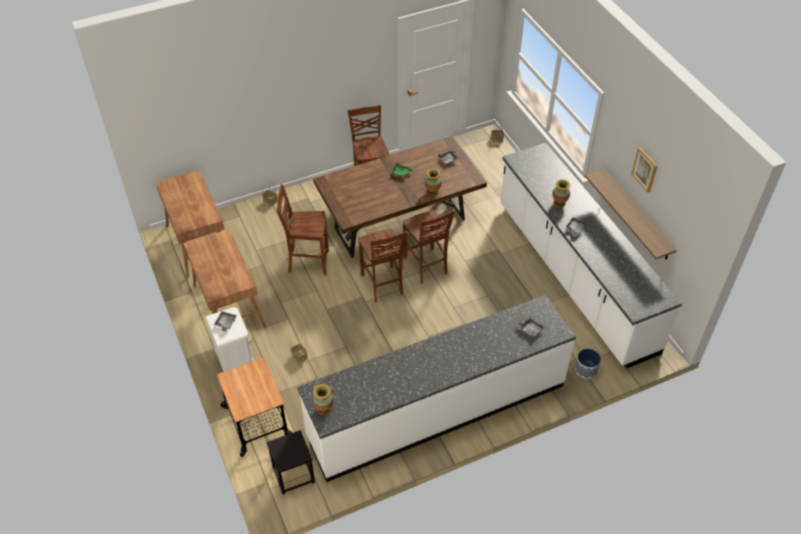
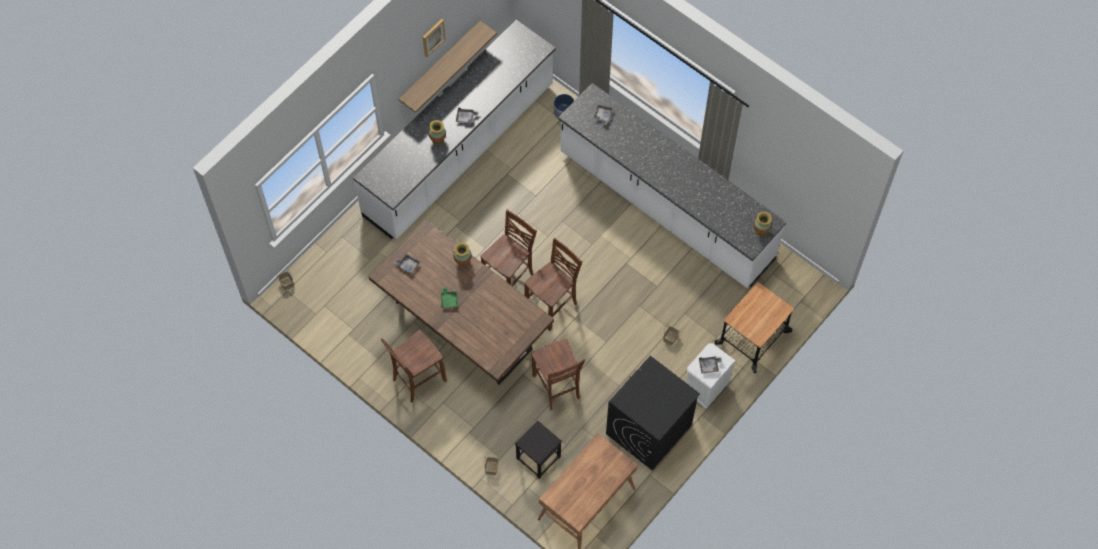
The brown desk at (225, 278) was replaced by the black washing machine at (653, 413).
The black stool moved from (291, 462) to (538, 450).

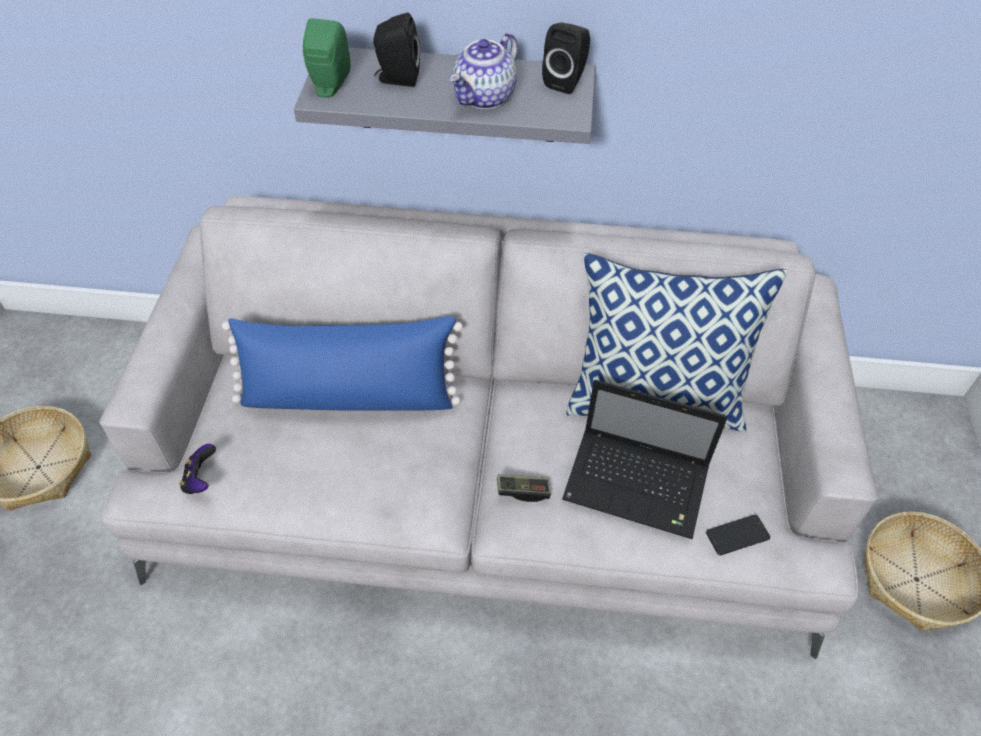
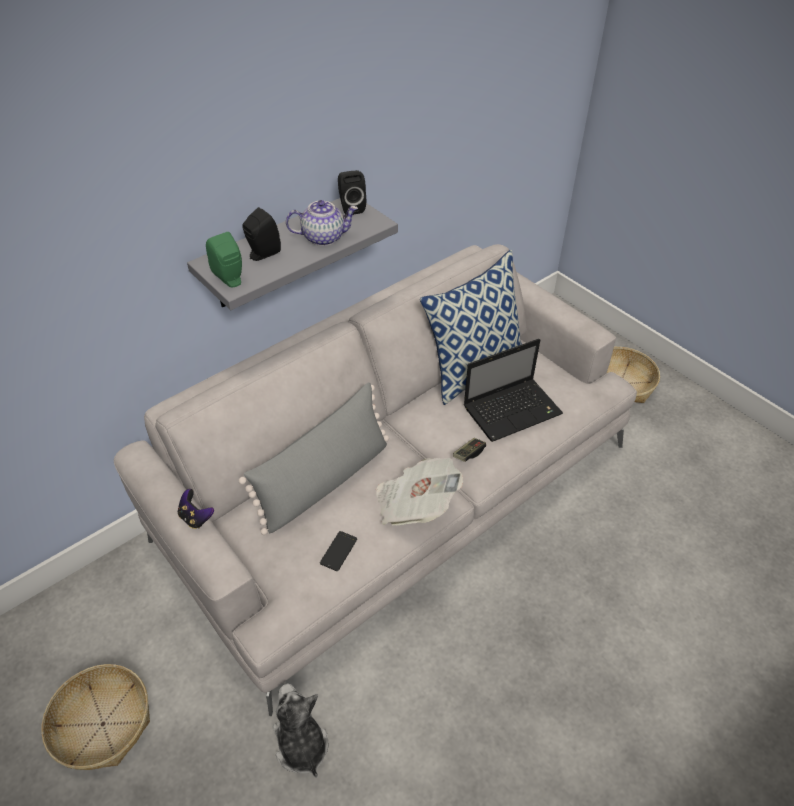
The game controller moved from (197, 469) to (196, 509).
The blue pillow at (342, 363) became the grey pillow at (314, 459).
The teapot at (483, 71) turned 90 degrees counterclockwise.
The phone moved from (738, 535) to (338, 551).
The plush toy at (301, 731) appeared.
The newspaper at (419, 491) appeared.

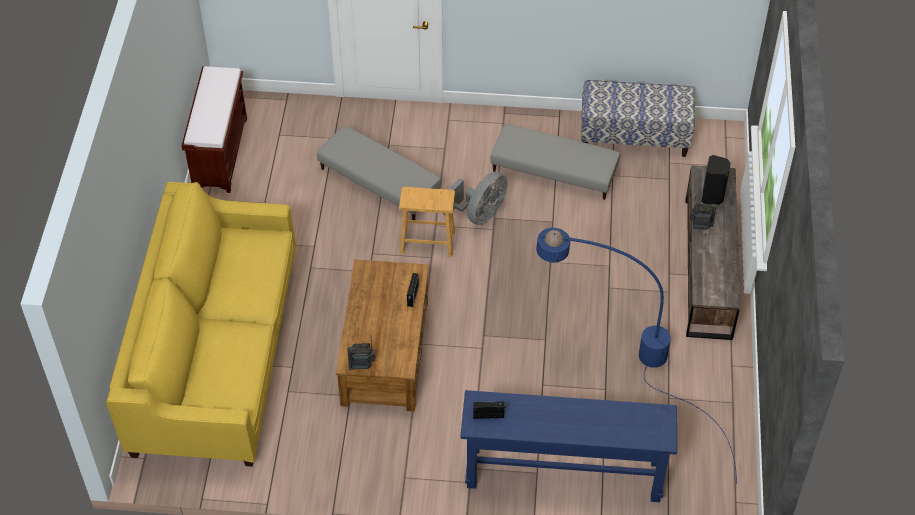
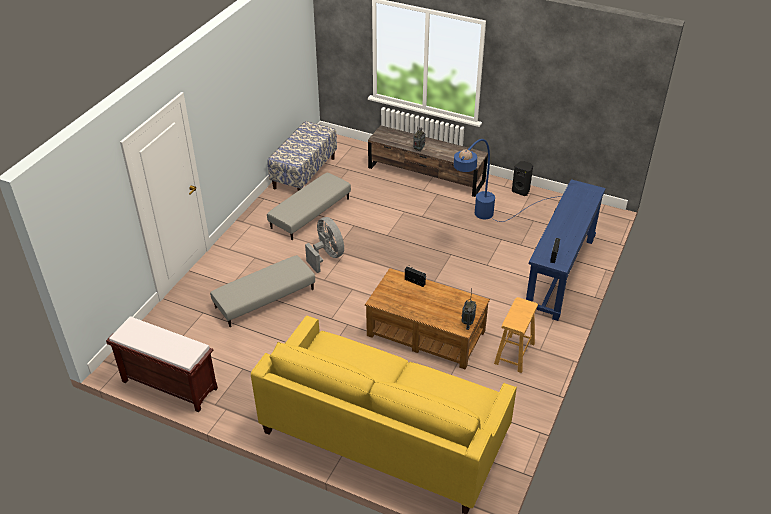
The brown stool moved from (427, 222) to (516, 335).
The black speaker moved from (716, 180) to (522, 178).

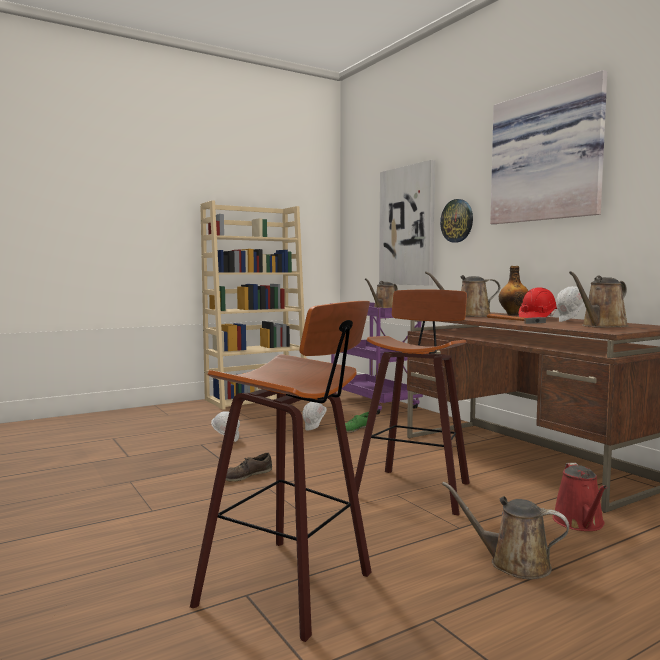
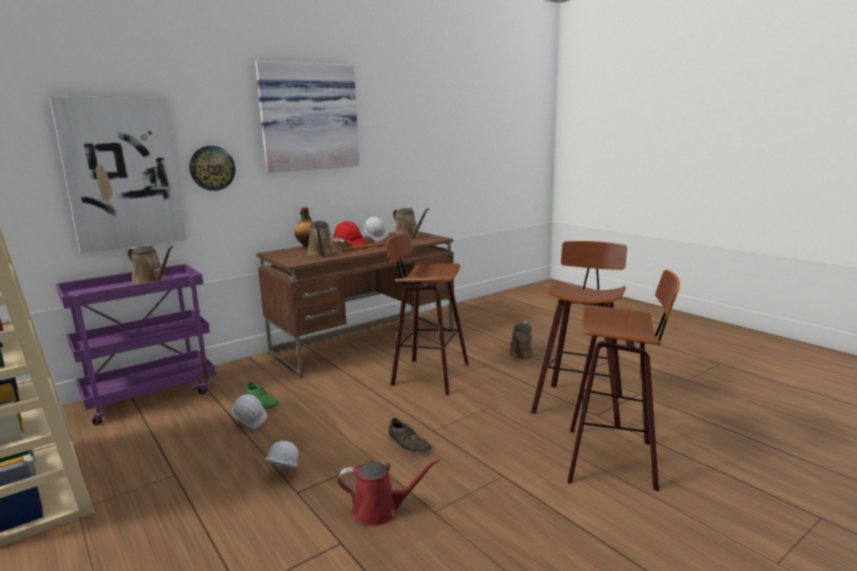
The red watering can moved from (580, 497) to (388, 493).
The stool at (624, 380) appeared.

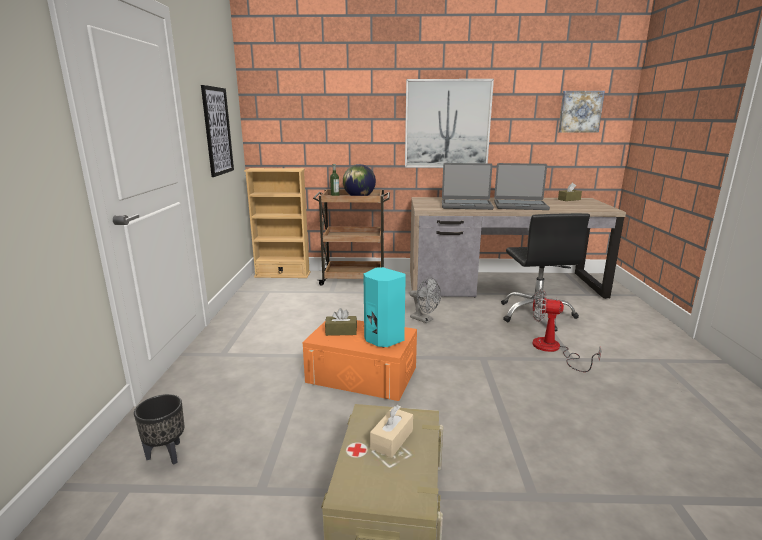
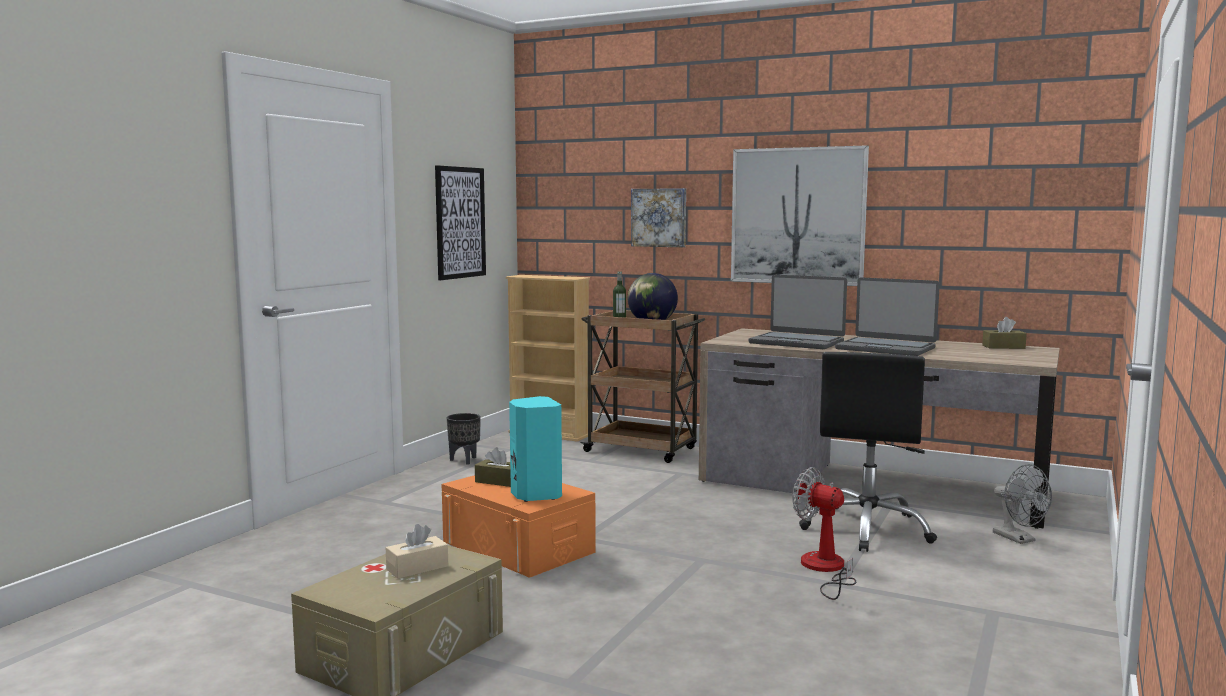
The black planter moved from (159, 429) to (464, 439).
The grey fan moved from (425, 300) to (1022, 504).
The picture moved from (581, 112) to (658, 217).

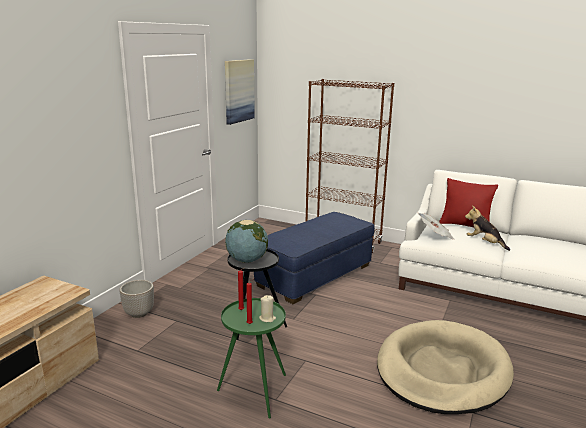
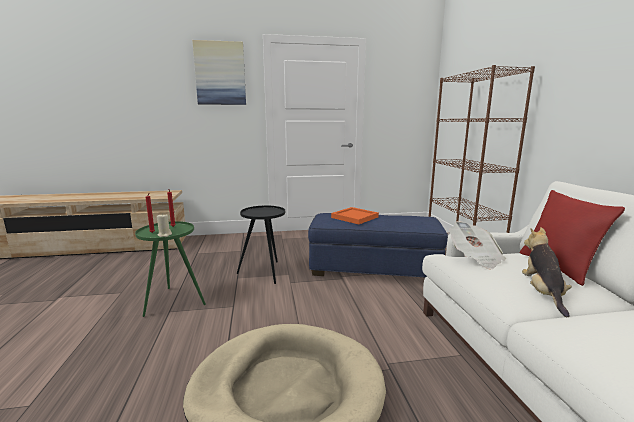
The planter at (136, 299) disappeared.
The picture moved from (240, 92) to (219, 72).
The globe at (246, 241) disappeared.
The orange tray at (355, 215) appeared.

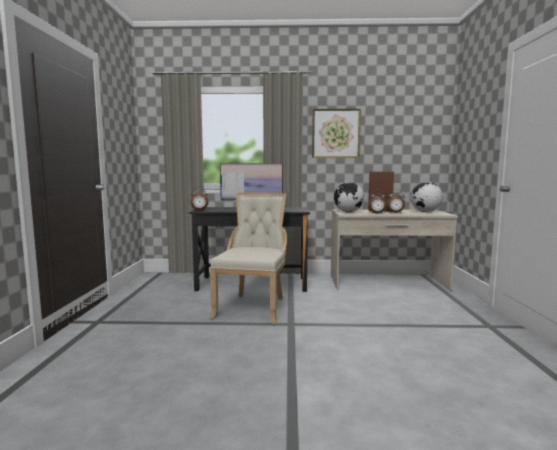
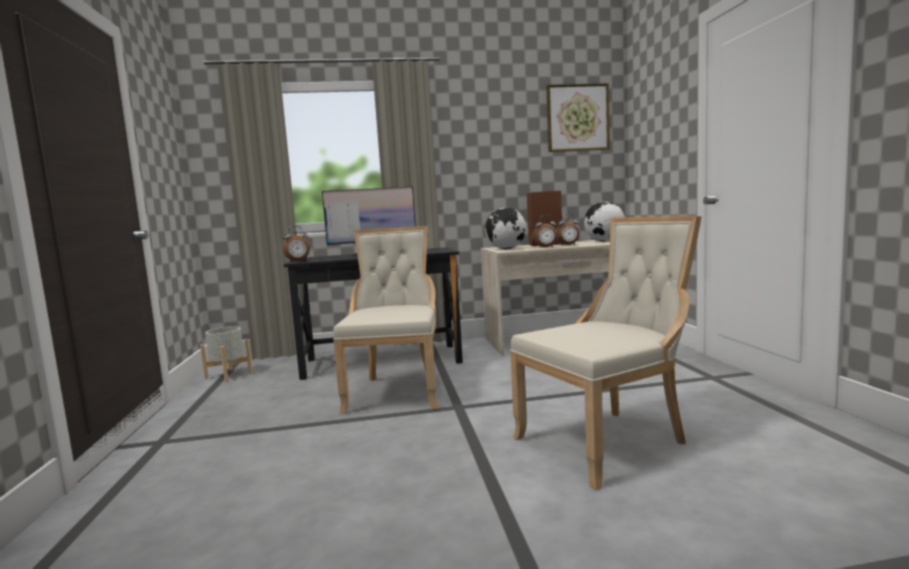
The picture moved from (336, 133) to (578, 117).
The grey planter at (226, 354) appeared.
The beige chair at (605, 353) appeared.

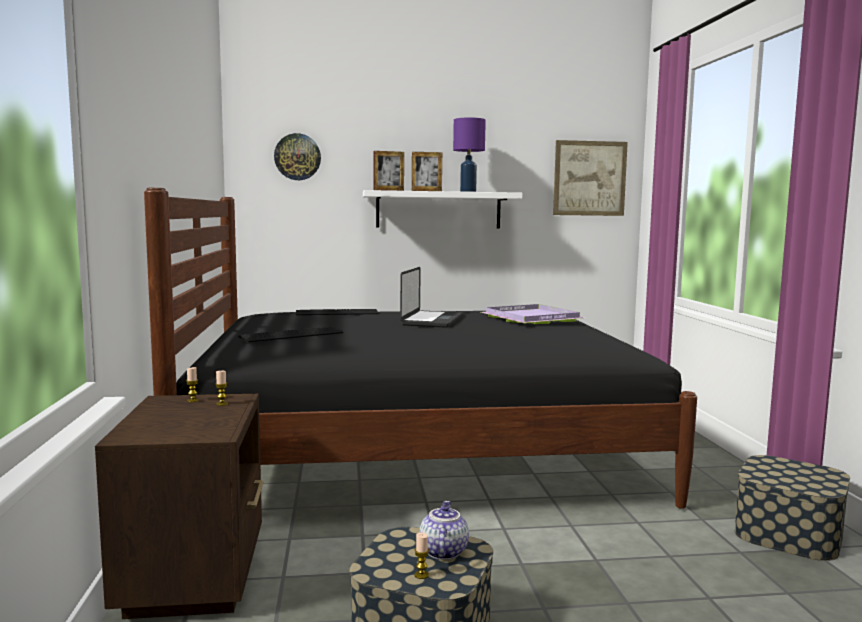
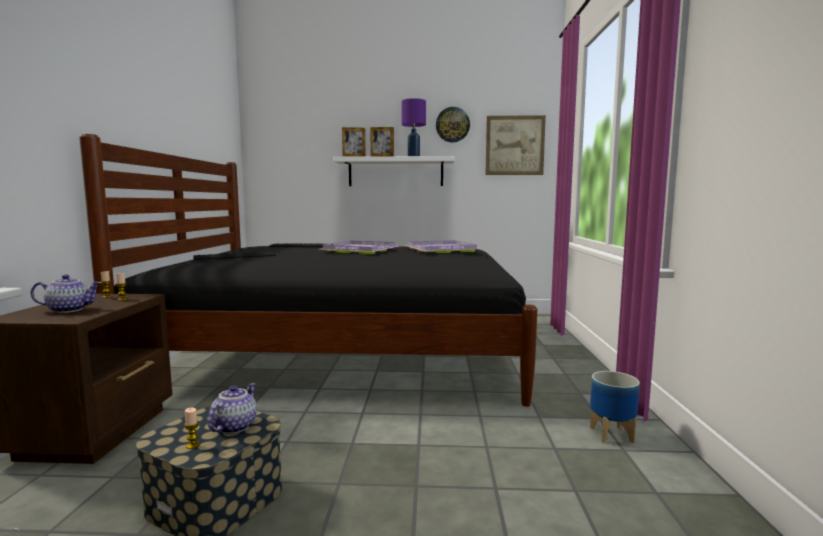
The wall clock moved from (297, 156) to (453, 124).
The laptop at (431, 297) was replaced by the purple tray at (360, 247).
The storage box at (792, 508) was replaced by the planter at (615, 407).
The teapot at (66, 293) appeared.

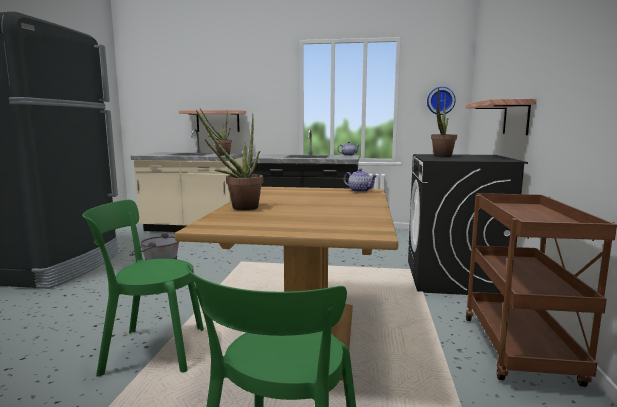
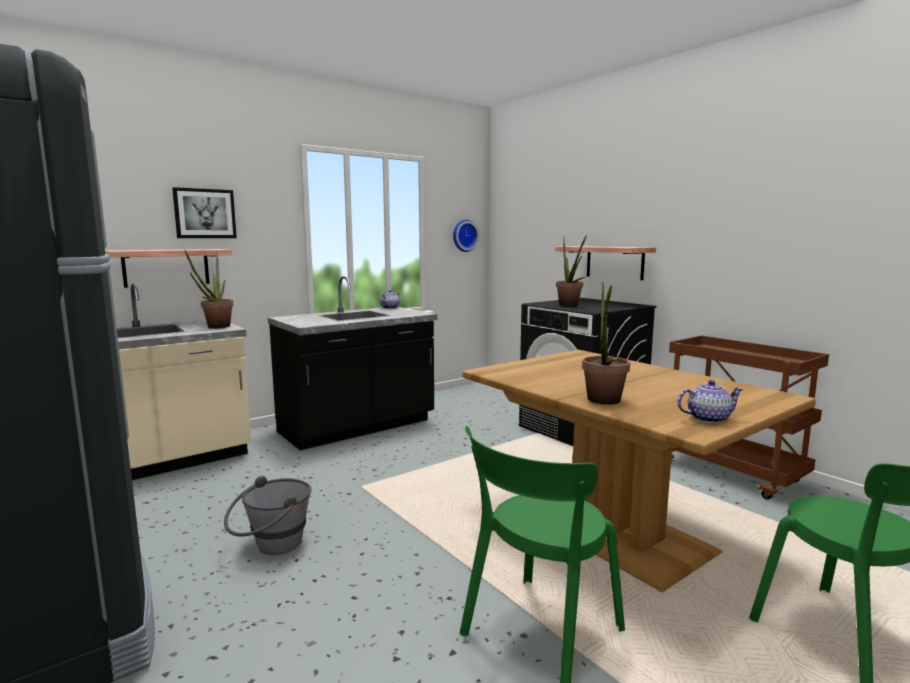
The teapot moved from (361, 180) to (710, 401).
The picture at (204, 212) appeared.

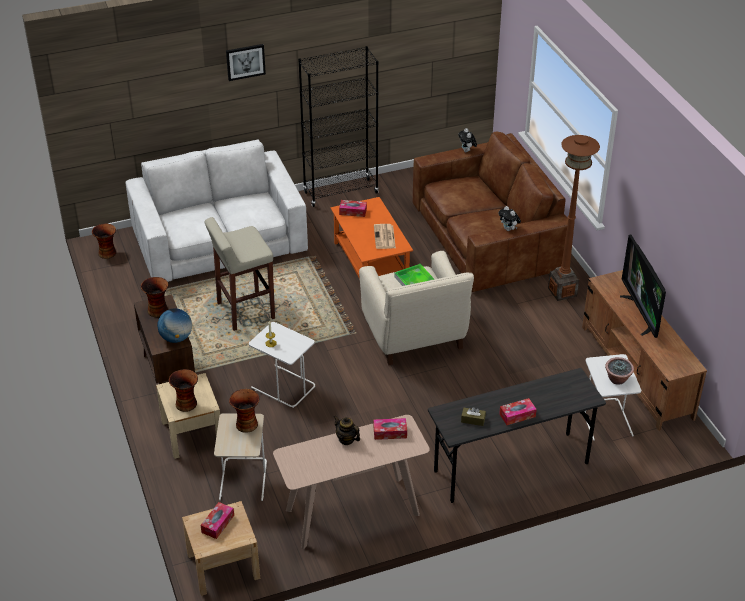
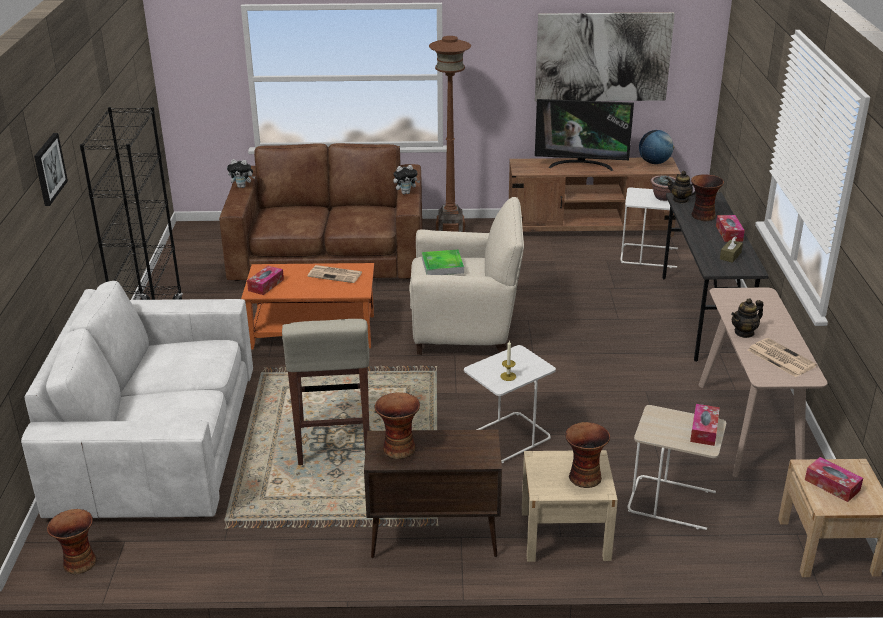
The globe moved from (174, 325) to (656, 147).
The vase moved from (244, 411) to (707, 197).
The tissue box moved from (390, 429) to (705, 425).
The picture at (605, 57) appeared.
The teapot at (681, 187) appeared.
The newspaper at (782, 357) appeared.

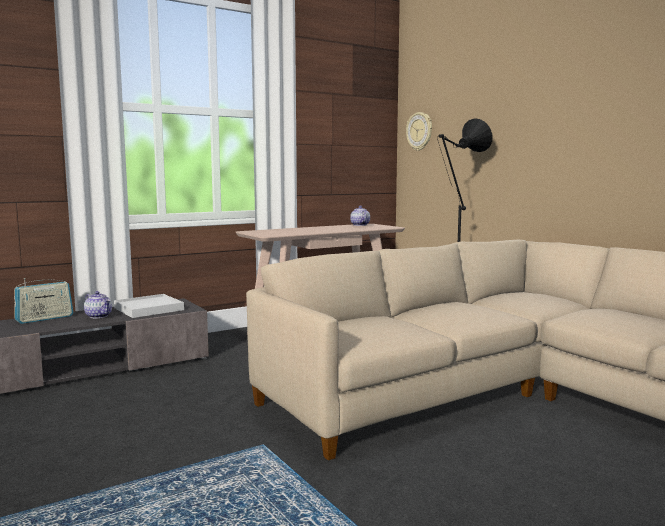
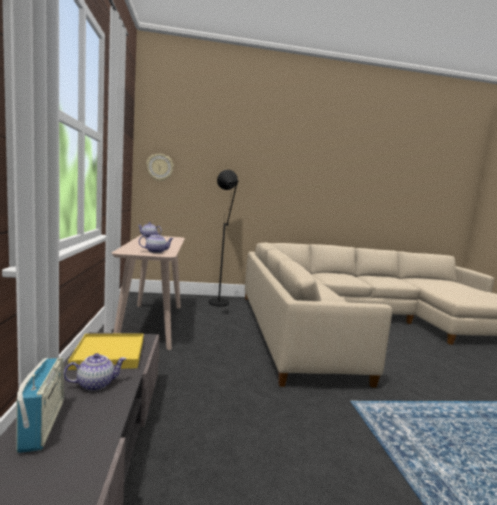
The white tray at (149, 306) became the yellow tray at (106, 351).
The teapot at (156, 242) appeared.

